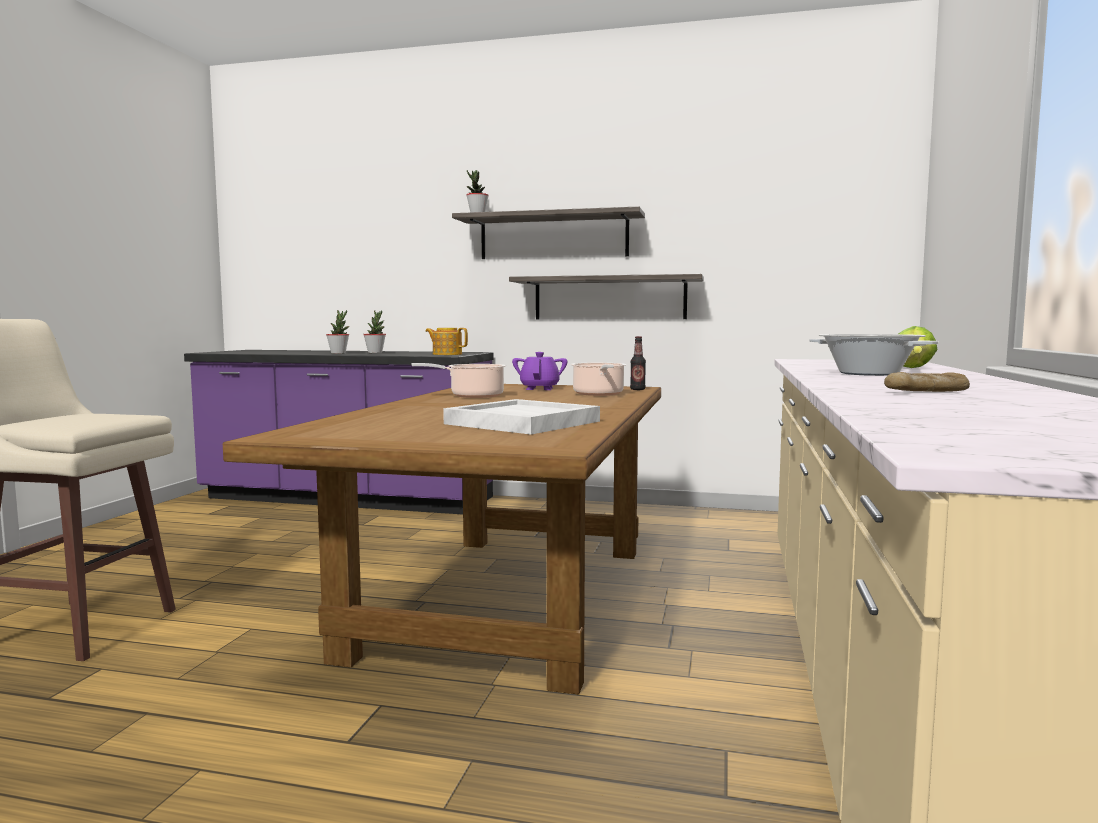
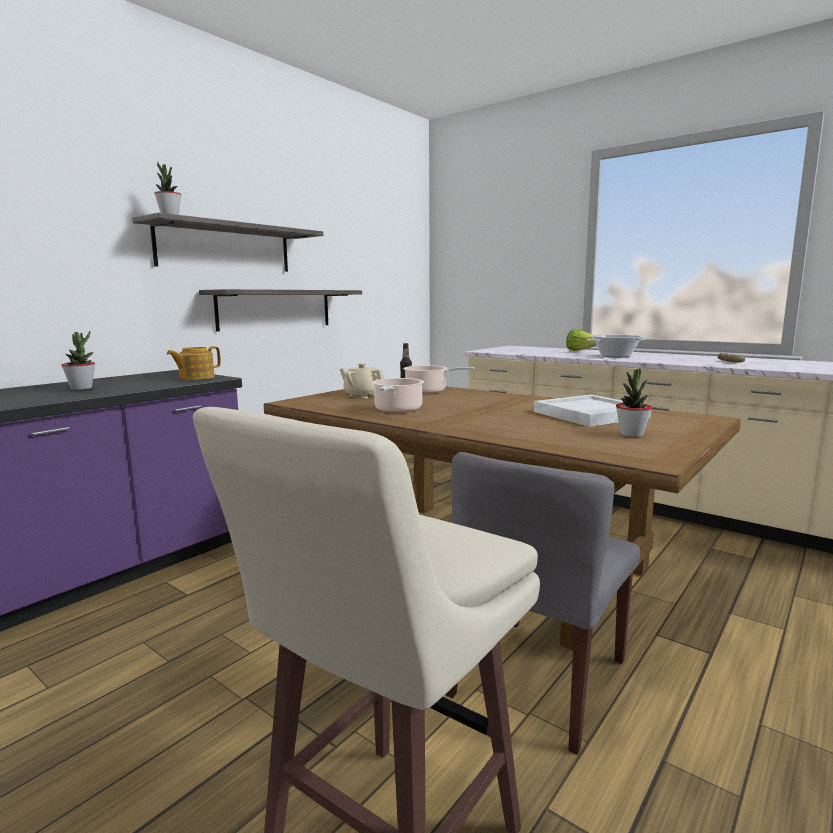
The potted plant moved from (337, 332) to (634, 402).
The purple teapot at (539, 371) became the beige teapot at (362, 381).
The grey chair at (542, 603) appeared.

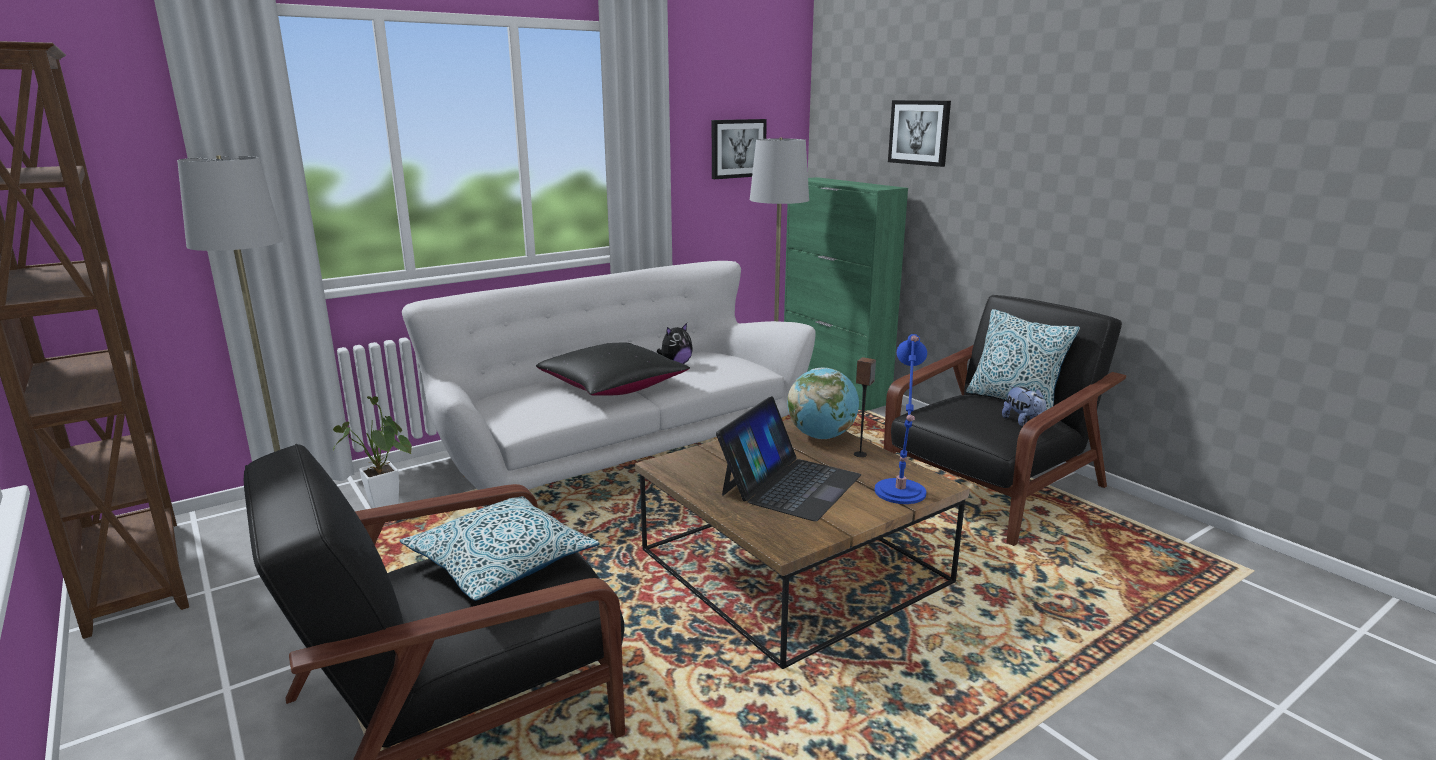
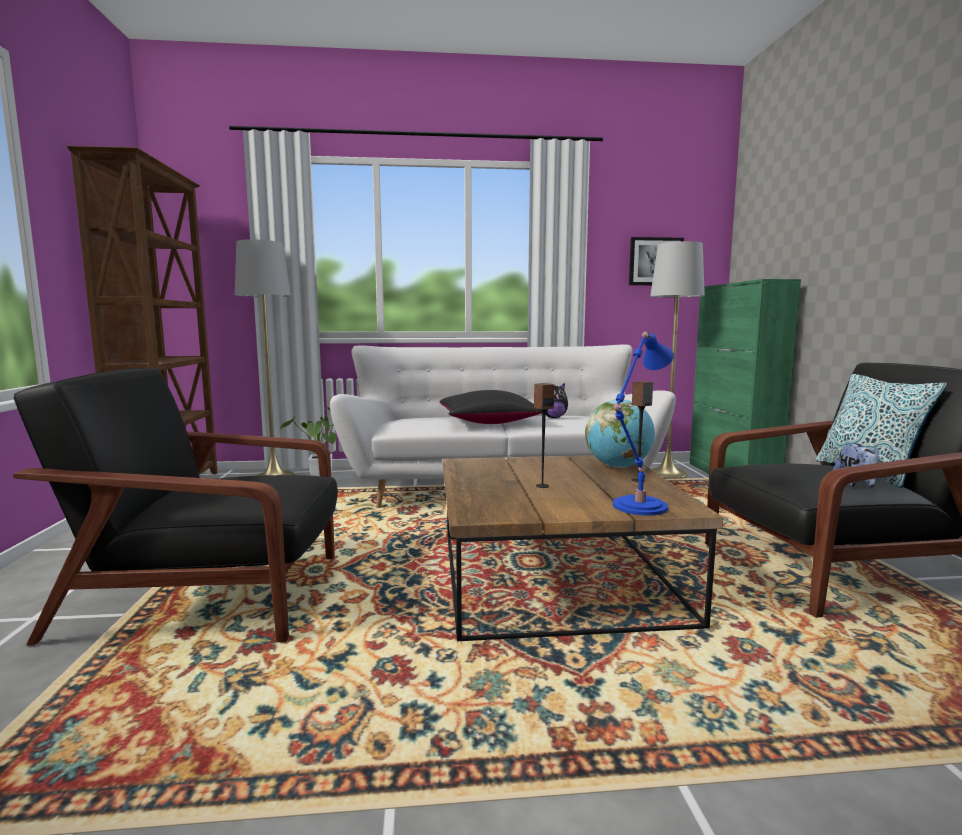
The pillow at (499, 548) disappeared.
The laptop at (788, 458) was replaced by the speaker at (544, 435).
The picture at (919, 133) disappeared.

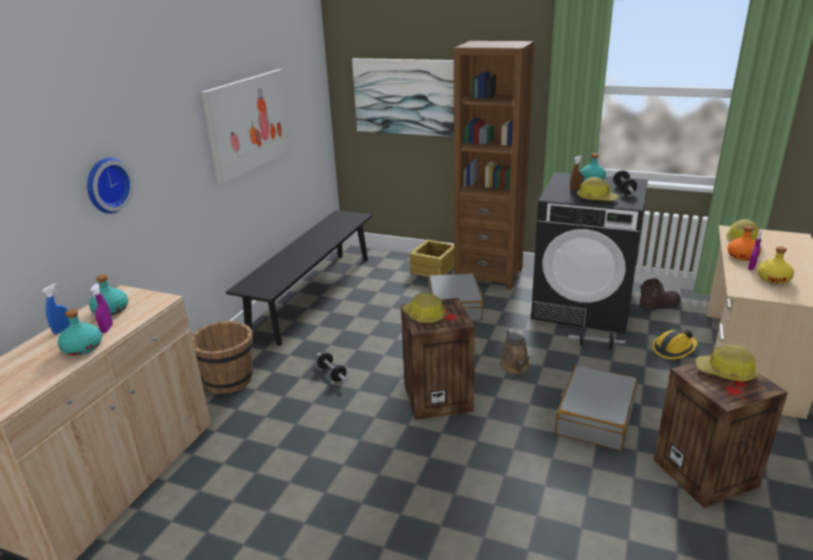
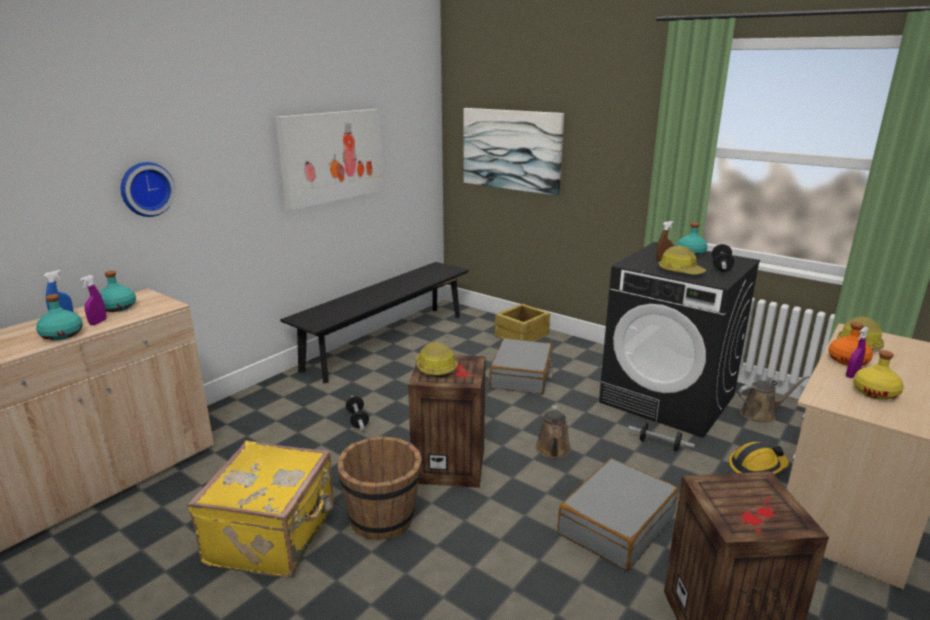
The brown bucket moved from (222, 357) to (379, 488).
The brown bookcase at (494, 165) disappeared.
The brown boot at (660, 294) was replaced by the brown watering can at (773, 399).
The hard hat at (727, 363) disappeared.
The yellow suitcase at (260, 509) appeared.

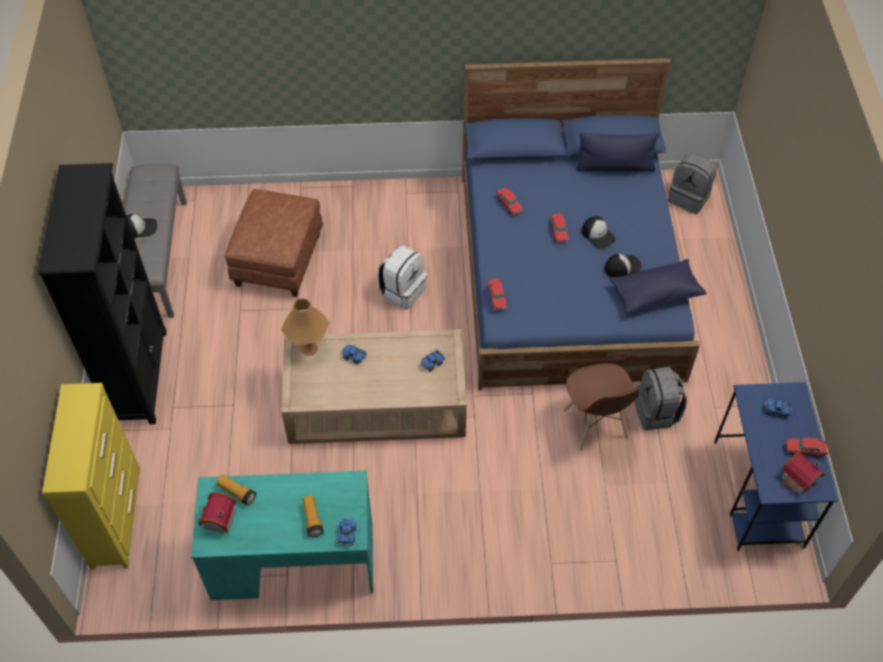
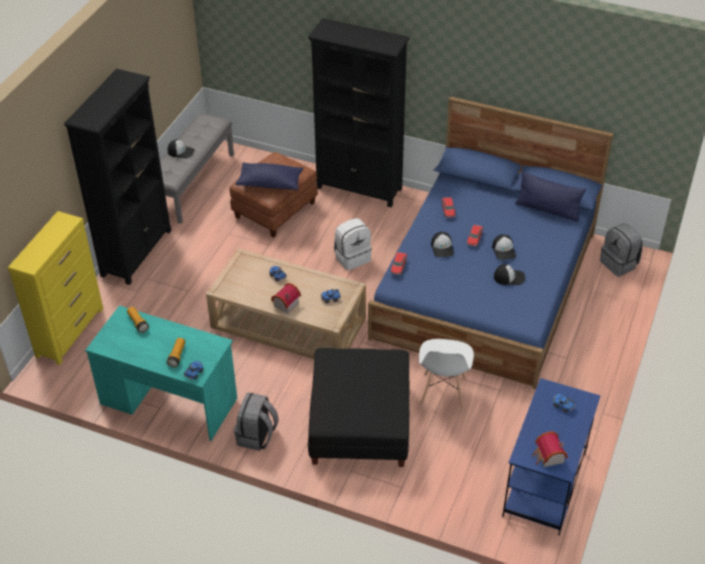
The toy house moved from (217, 512) to (286, 298).
The orange table lamp at (305, 327) disappeared.
The brown chair at (601, 407) became the white chair at (446, 375).
The blue pillow moved from (658, 286) to (269, 176).
The grey backpack moved from (660, 399) to (256, 421).
The toy car at (807, 448) disappeared.
The black bookcase at (359, 112) appeared.
The black ottoman at (358, 407) appeared.
The cap at (442, 244) appeared.

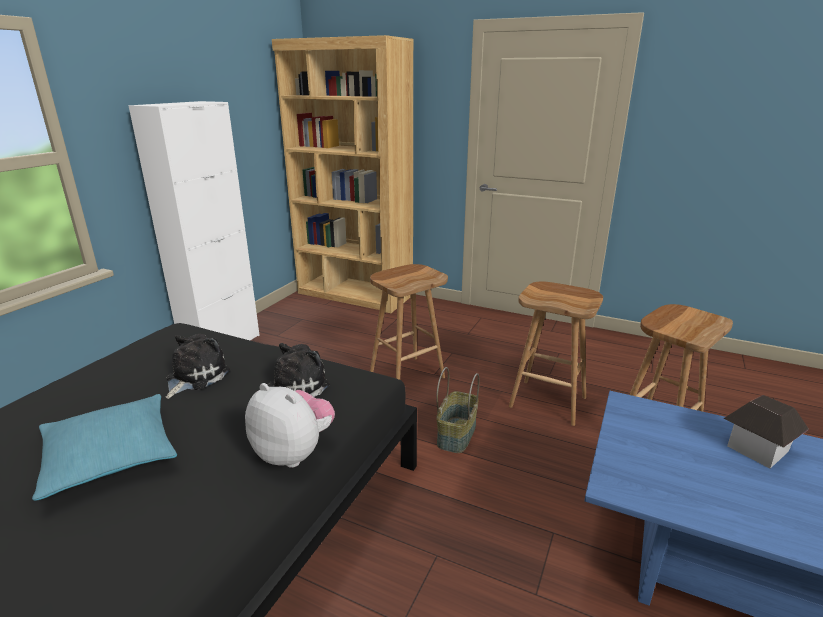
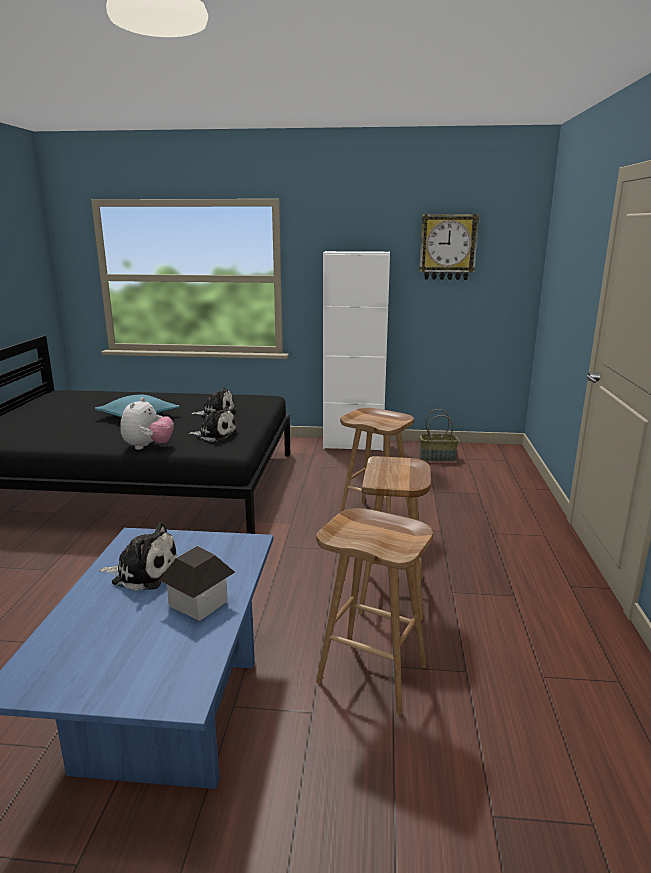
The brown bookcase at (342, 174) disappeared.
The basket moved from (457, 410) to (439, 435).
The plush toy at (137, 556) appeared.
The wall clock at (449, 247) appeared.

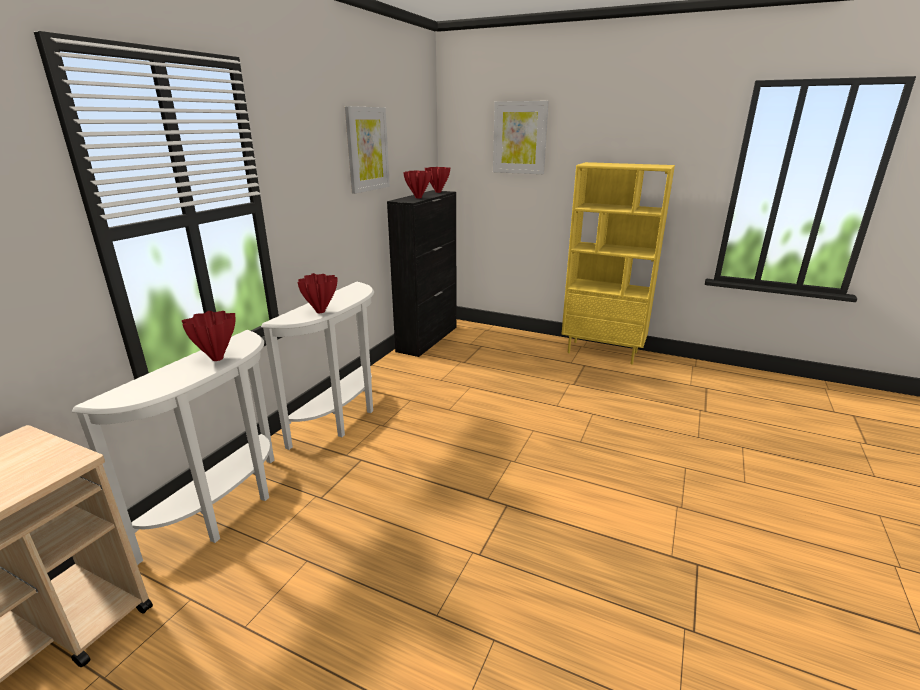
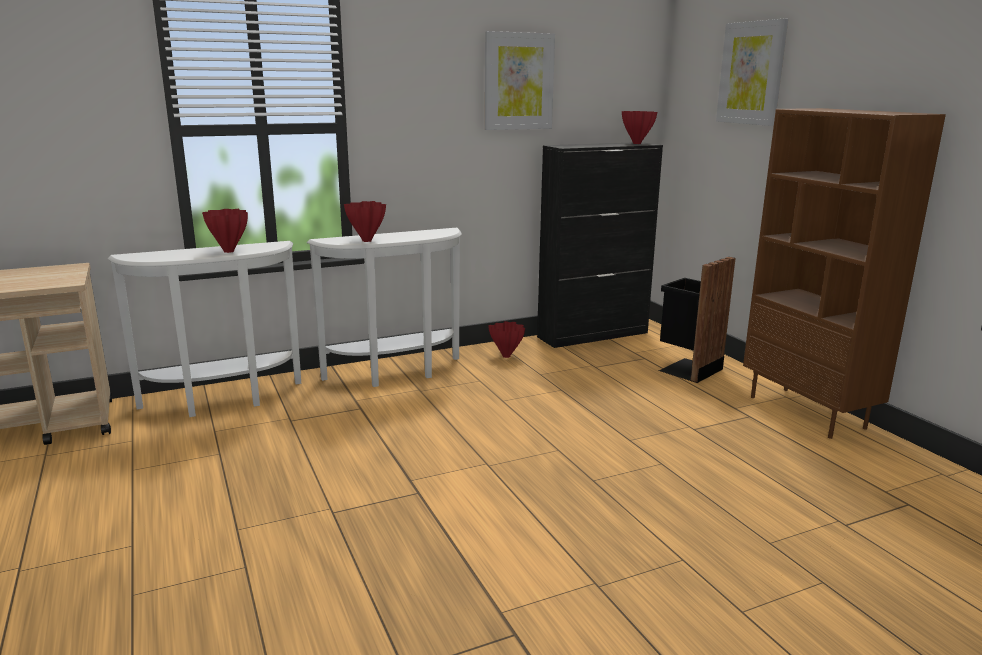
The red vase moved from (417, 184) to (506, 339).
The yellow bookcase at (618, 263) became the brown bookcase at (844, 273).
The black trash can at (697, 320) appeared.

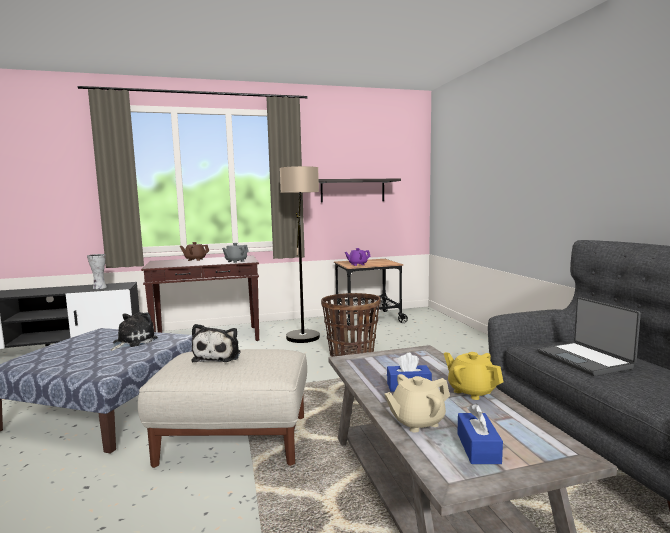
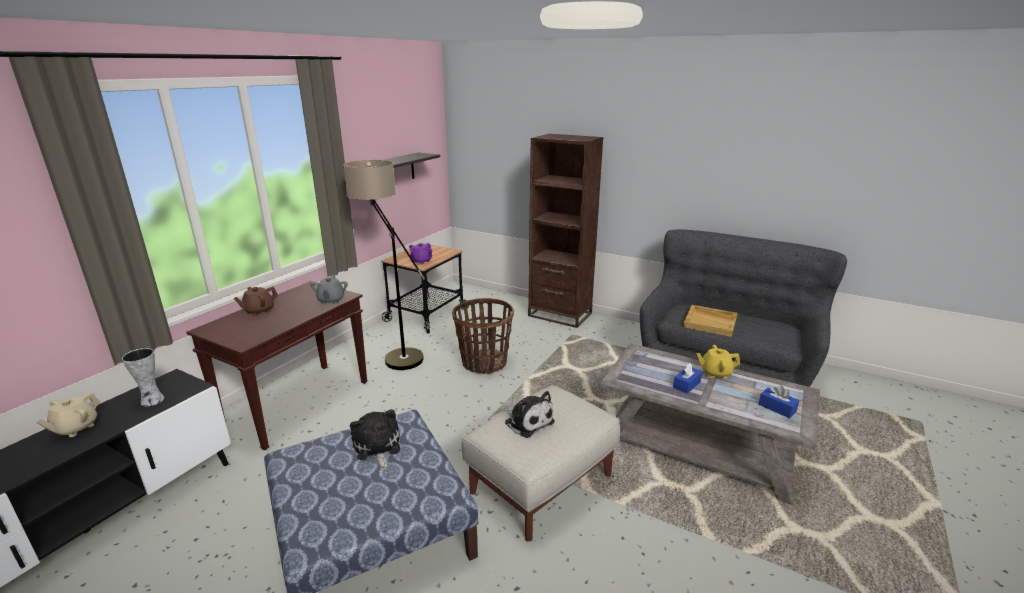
The beige teapot moved from (417, 403) to (68, 414).
The laptop at (589, 336) was replaced by the beige tray at (710, 321).
The brown bookcase at (566, 231) appeared.

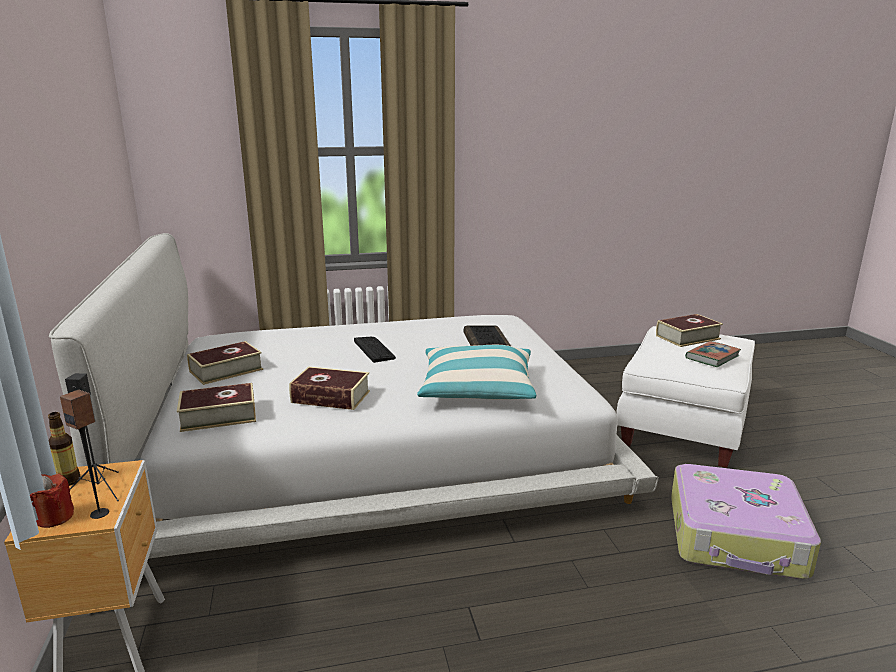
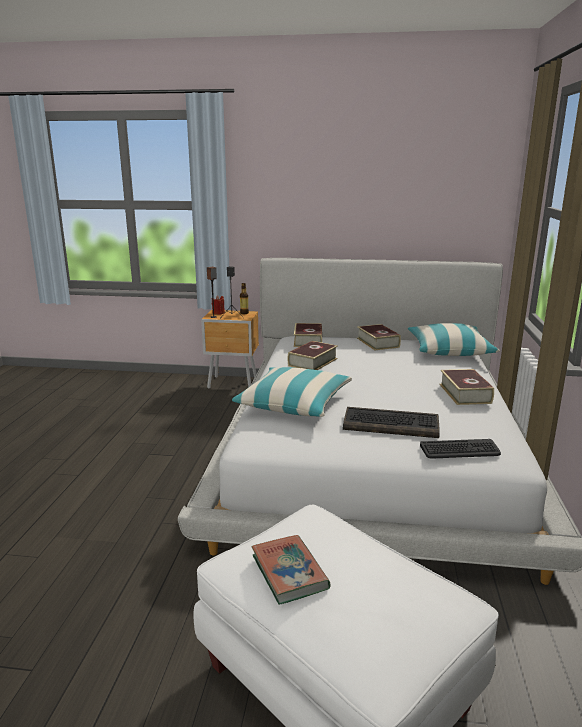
The keyboard moved from (375, 350) to (460, 449).
The book moved from (689, 330) to (466, 387).
The suitcase at (746, 521) disappeared.
The pillow at (454, 339) appeared.

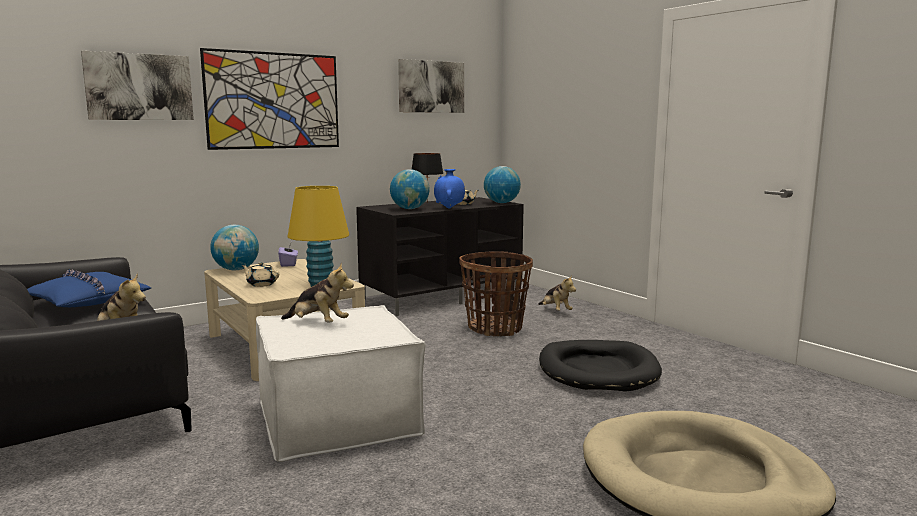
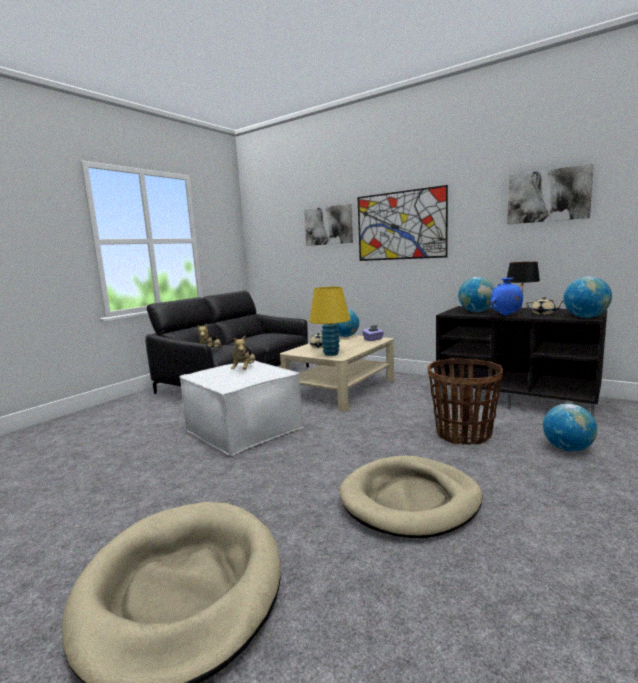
The blue pillow at (89, 288) disappeared.
The plush toy at (557, 293) was replaced by the globe at (570, 428).
The black dog bed at (600, 366) became the beige dog bed at (411, 497).

